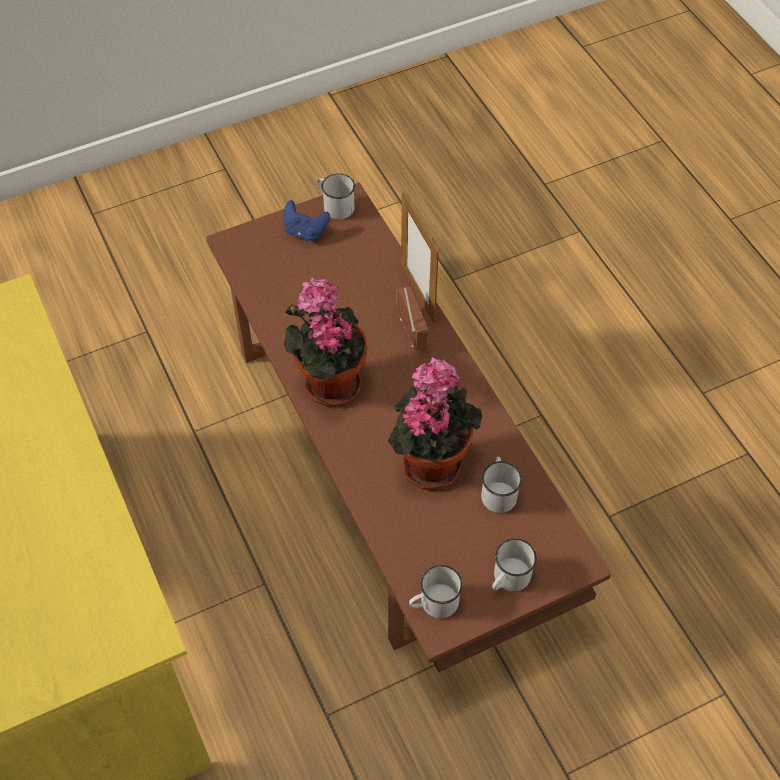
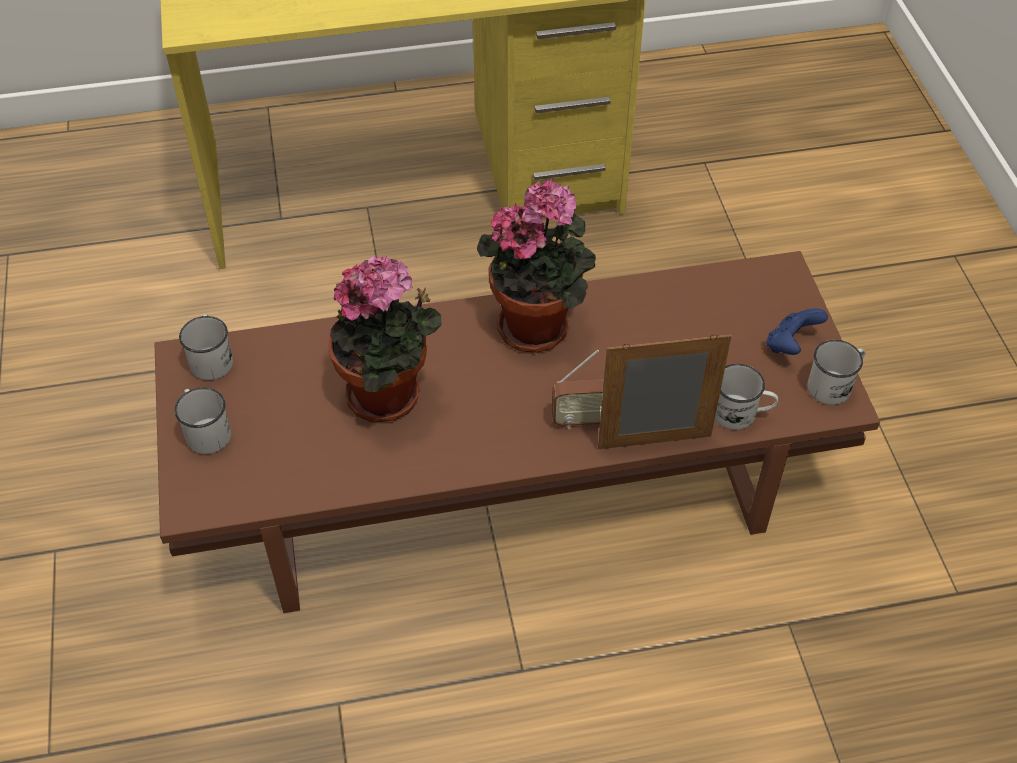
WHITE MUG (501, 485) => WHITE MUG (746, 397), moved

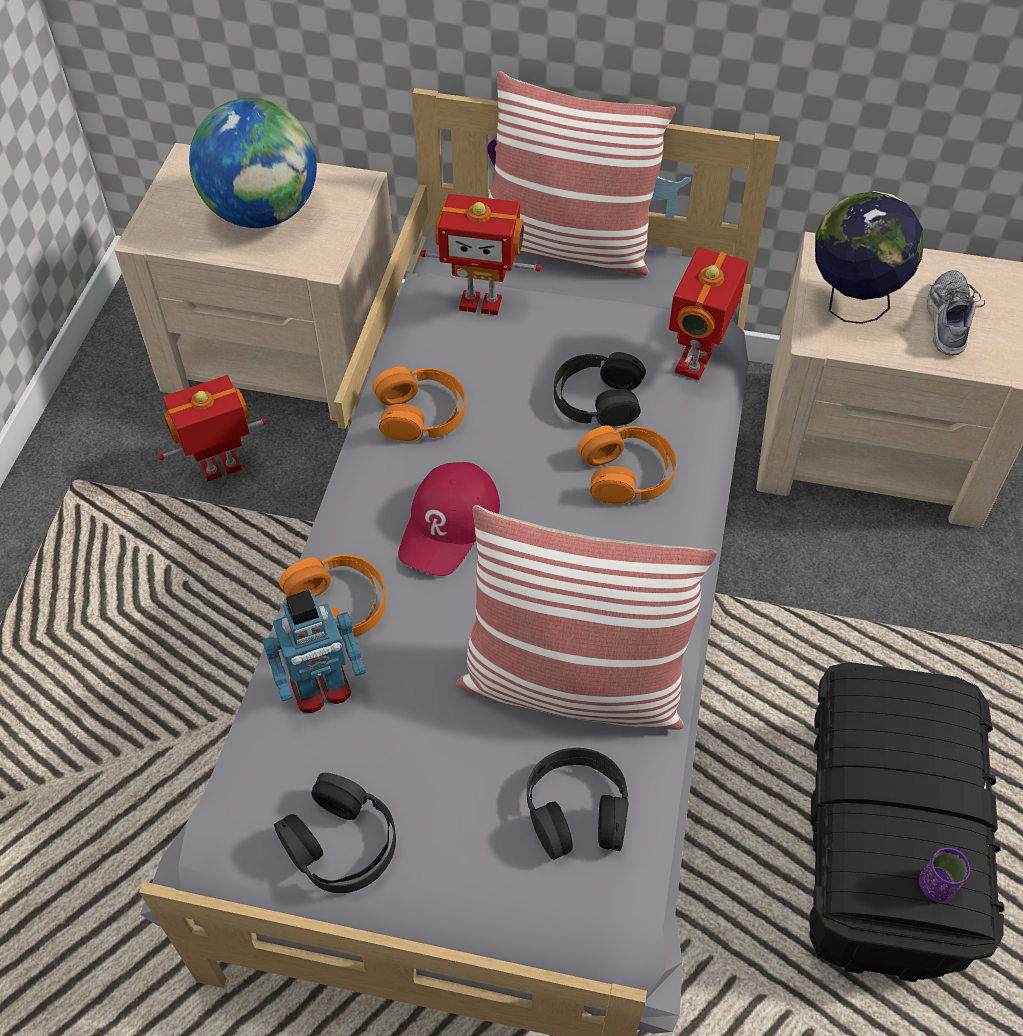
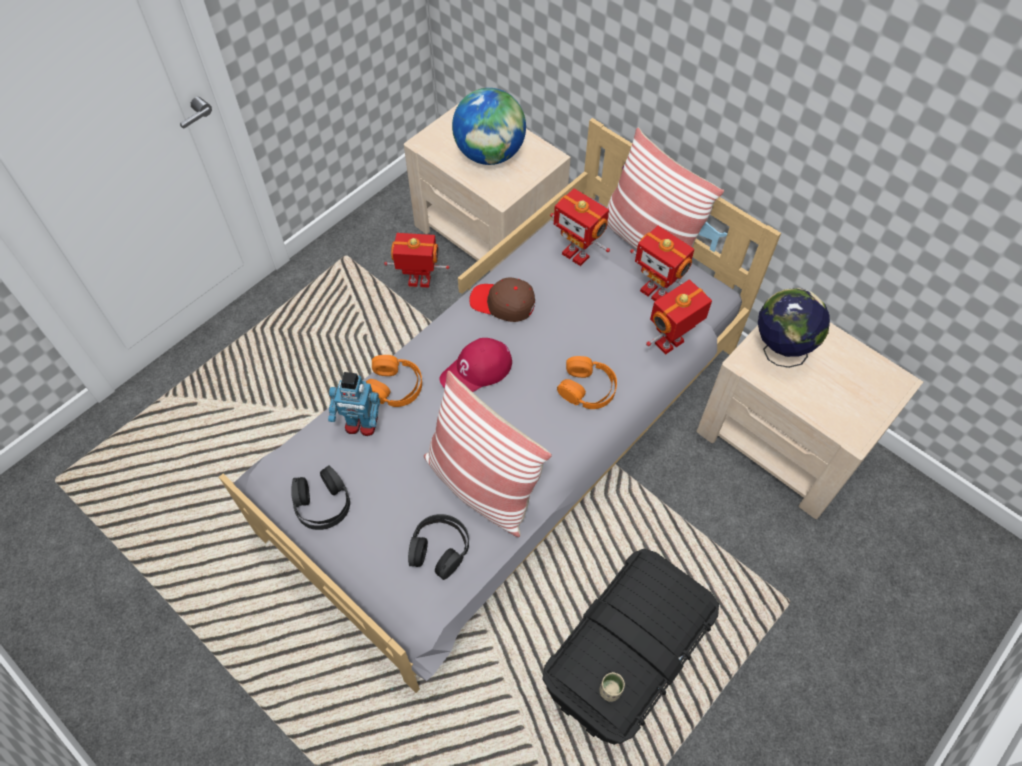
ORANGE HEADPHONES (419, 404) => BROWN CAP (502, 299)
BLACK HEADPHONES (600, 389) => nothing
PURPLE CUP (944, 875) => BEIGE CUP (612, 687)
SHOE (955, 313) => nothing
nothing => TOY ROBOT (662, 263)

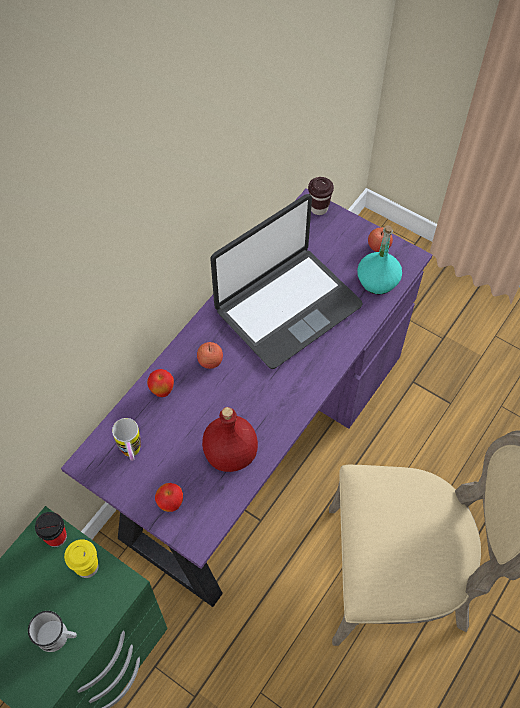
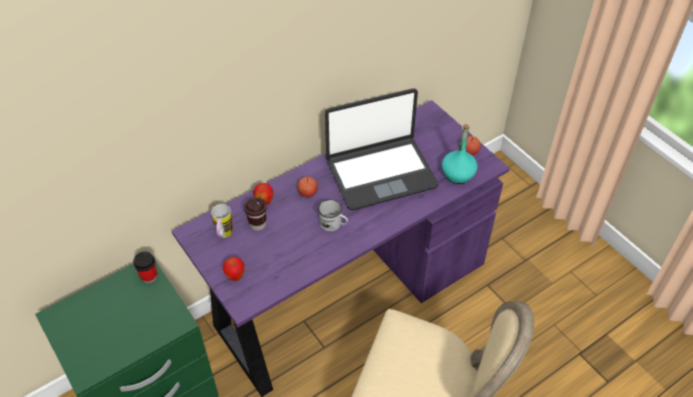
WHITE MUG (52, 631) => WHITE MUG (333, 215), moved
YELLOW CUP (81, 558) => nothing
RED BOTTLE (230, 439) => nothing
BROWN CUP (321, 196) => BROWN CUP (255, 214), moved

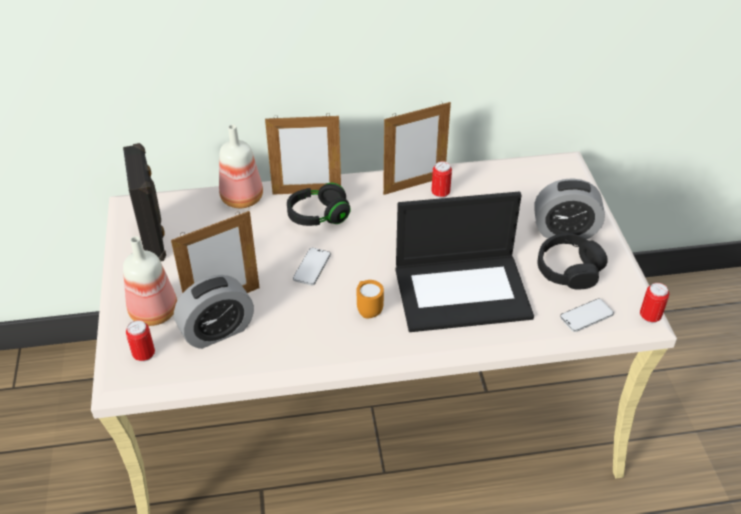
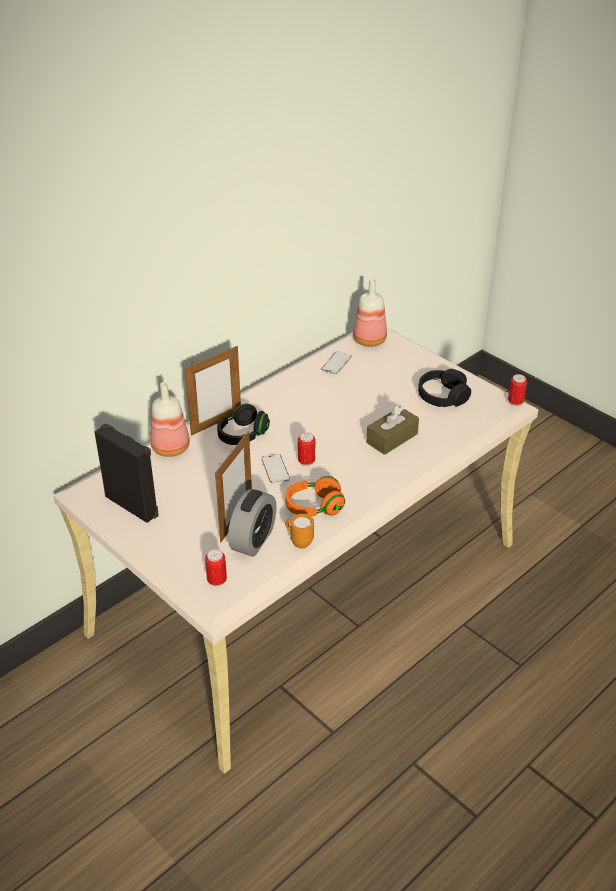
BOTTLE (150, 281) => BOTTLE (370, 313), moved
ORANGE MUG (370, 299) => ORANGE MUG (299, 531), moved
PICTURE FRAME (417, 148) => nothing
LAPTOP (465, 262) => BROWN TISSUE BOX (392, 430)
CAN (441, 180) => CAN (306, 449), moved
ALARM CLOCK (569, 208) => nothing
PHONE (587, 315) => PHONE (336, 363), moved
nothing => ORANGE HEADPHONES (315, 496)

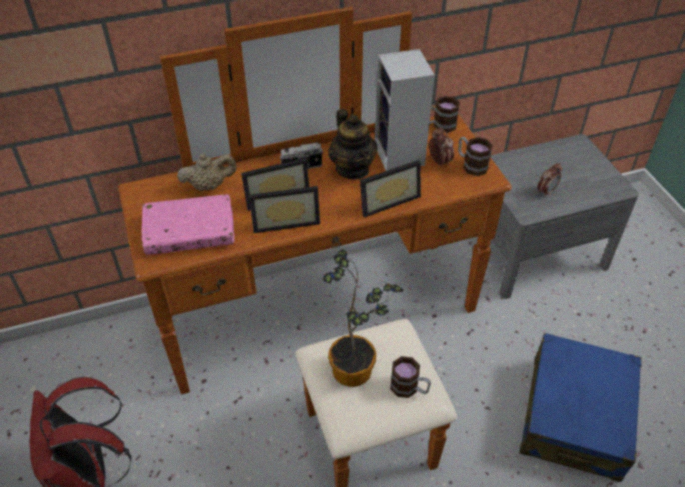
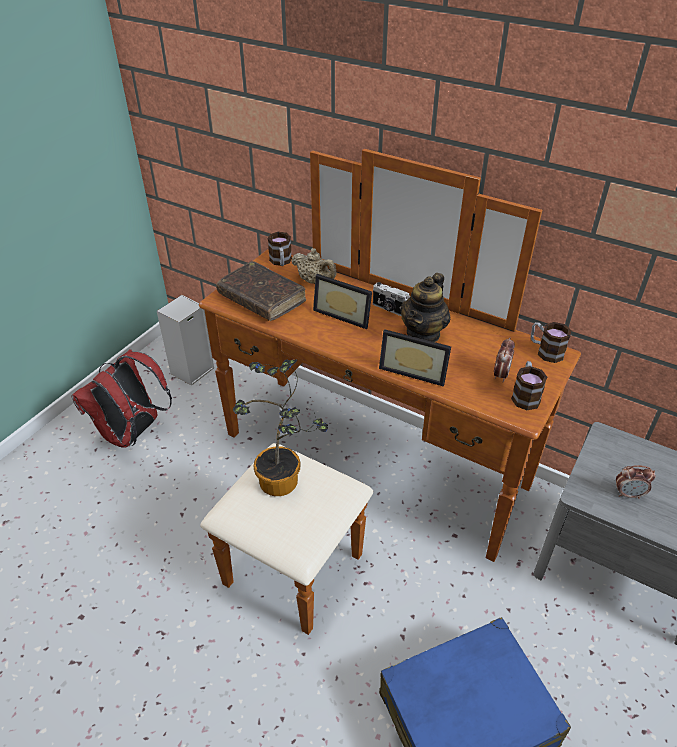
PINK BOOK (188, 224) => BROWN BOOK (261, 291)
PICTURE FRAME (284, 209) => nothing
SPEAKER (405, 110) => SPEAKER (185, 340), moved
MUG (410, 377) => MUG (280, 249), moved

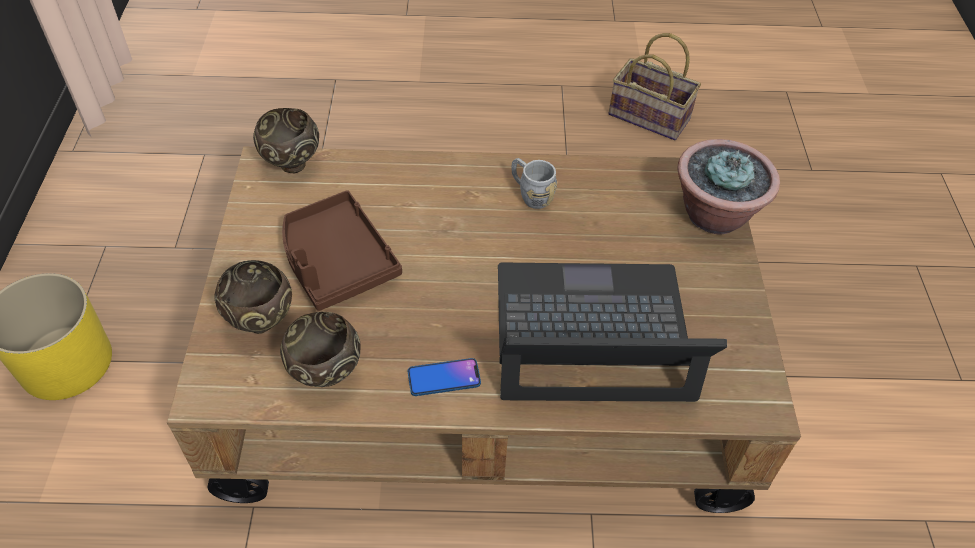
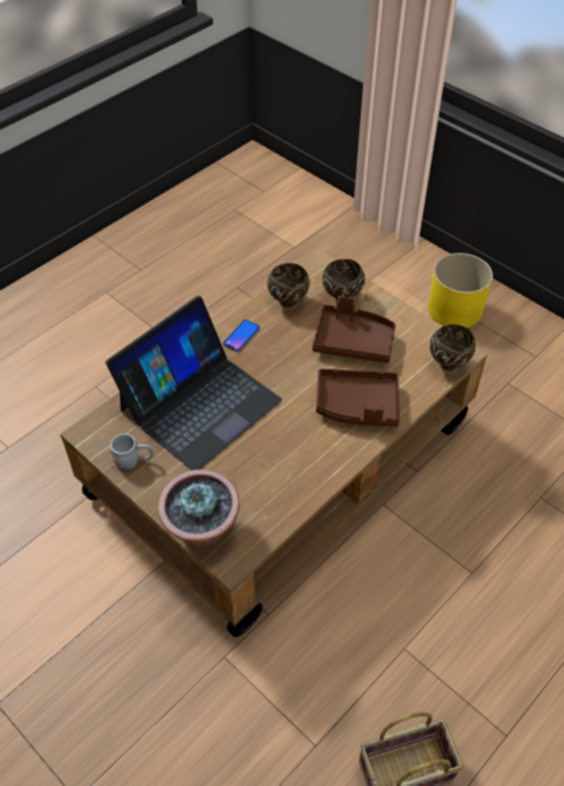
GREY MUG (534, 183) => GREY MUG (131, 452), moved
nothing => BROWN TRAY (358, 398)

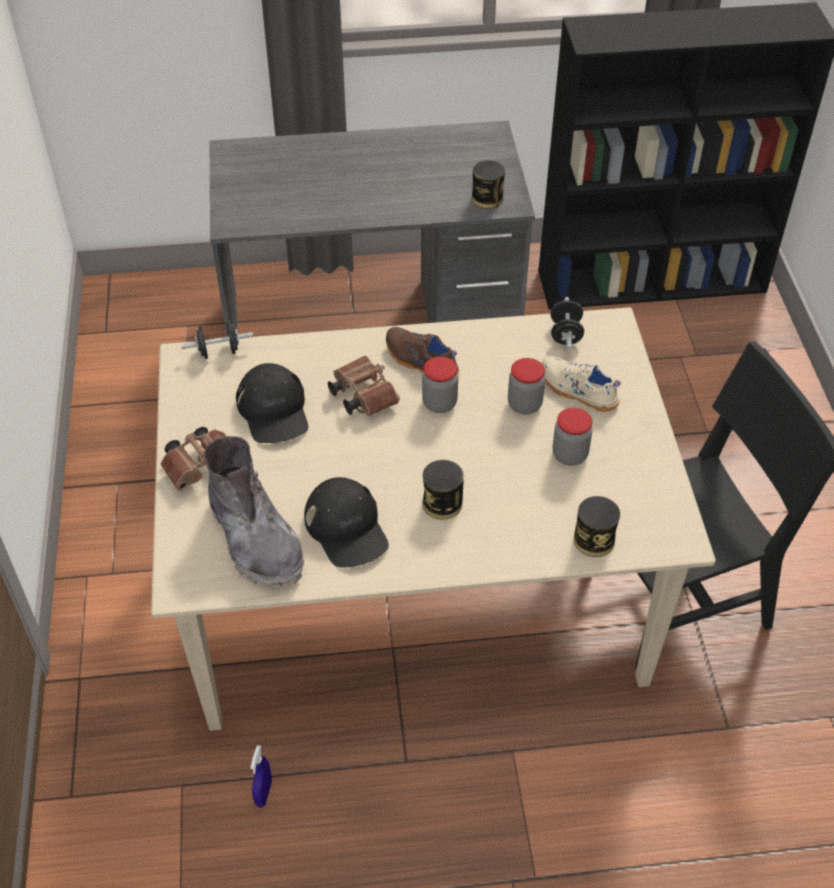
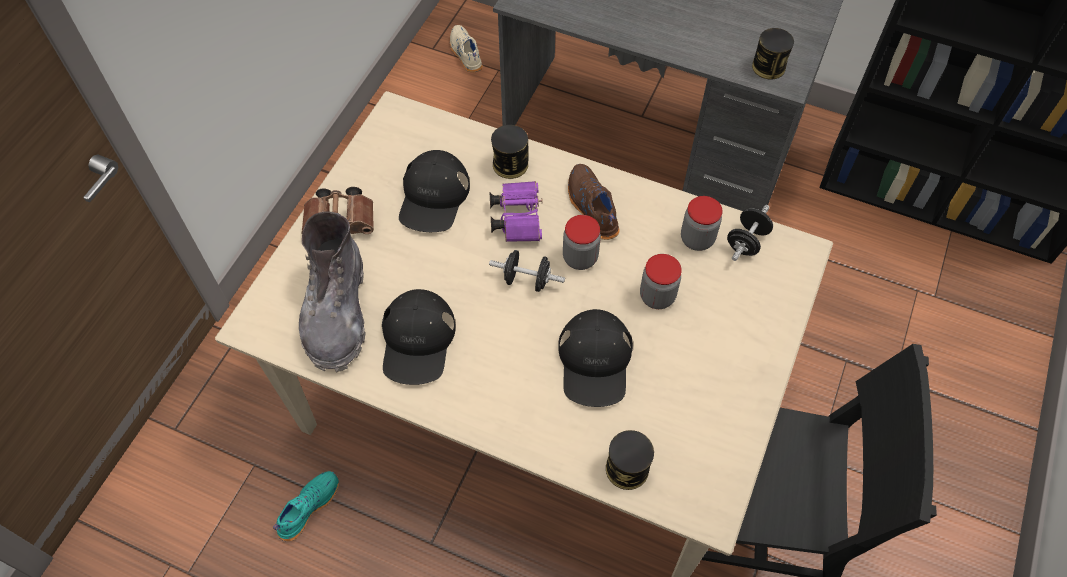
BLACK DUMBBELL (217, 340) => BLACK DUMBBELL (527, 271), moved
BLUE SPRAY BOTTLE (261, 776) => TURQUOISE SHOE (306, 506)
BROWN BINOCULARS (364, 385) => PURPLE BINOCULARS (516, 211)
CAN (443, 489) => CAN (510, 152), moved
BEIGE SHOE (581, 384) => BEIGE SHOE (466, 48), moved
JAR (573, 437) => JAR (702, 223), moved
nothing => BLACK CAP (595, 358)

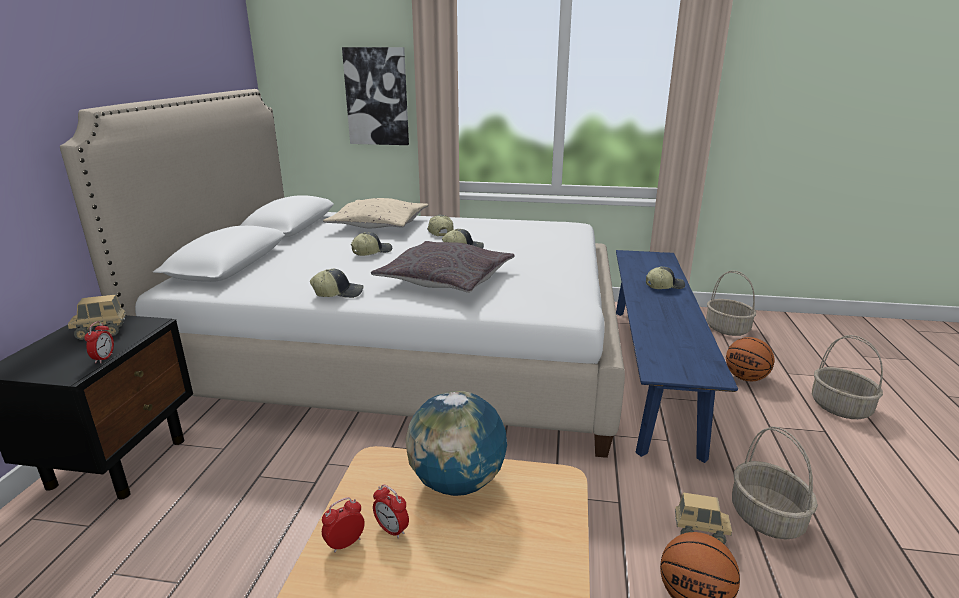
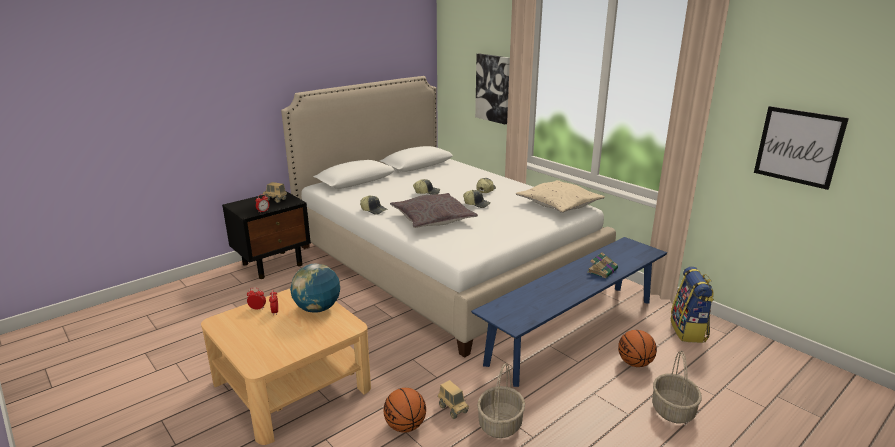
BEIGE PILLOW (375, 213) => BEIGE PILLOW (560, 196), moved
CAP (665, 277) => BOOK (602, 265)
BASKET (731, 303) => BACKPACK (692, 305)
nothing => PICTURE (801, 148)

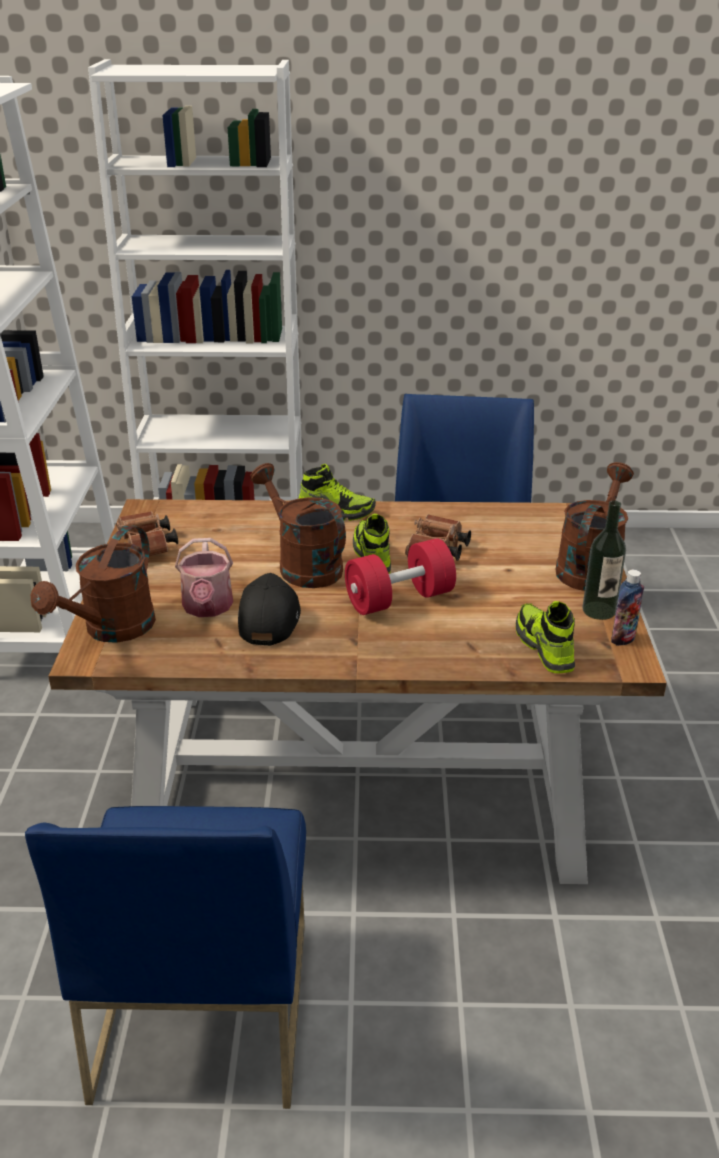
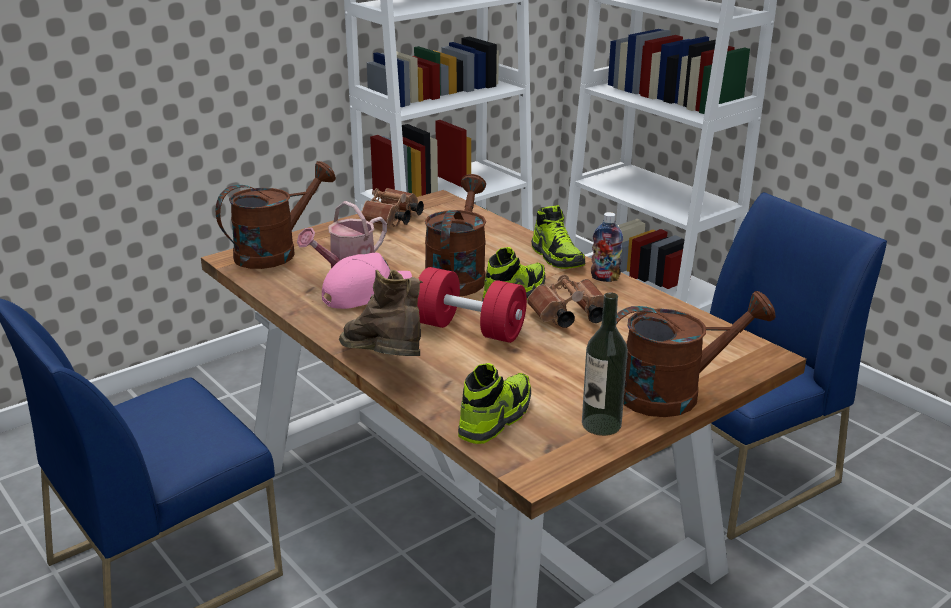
BROWN WATERING CAN (93, 583) => BROWN WATERING CAN (276, 215), 150 degrees clockwise
BLACK CAP (269, 609) => PINK CAP (367, 281)
BOTTLE (627, 608) => BOTTLE (607, 247), moved
nothing => BROWN BOOT (381, 313)

